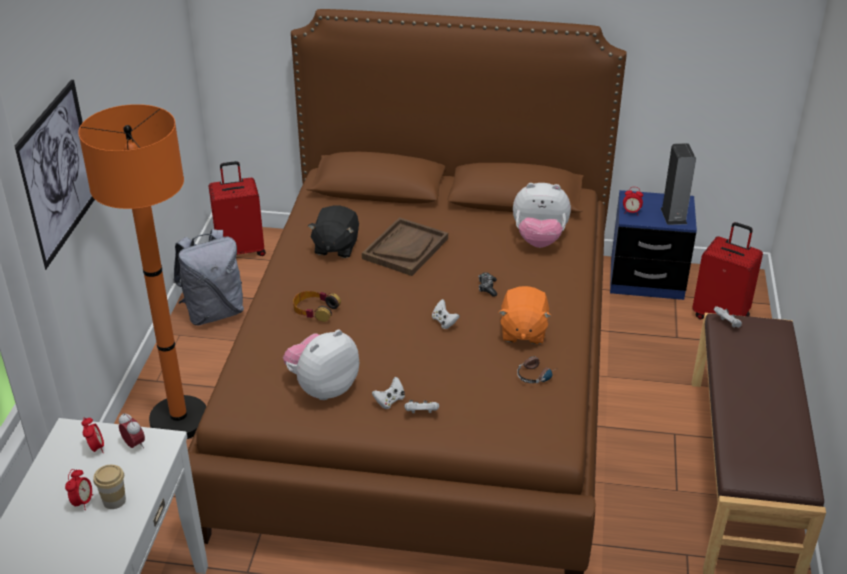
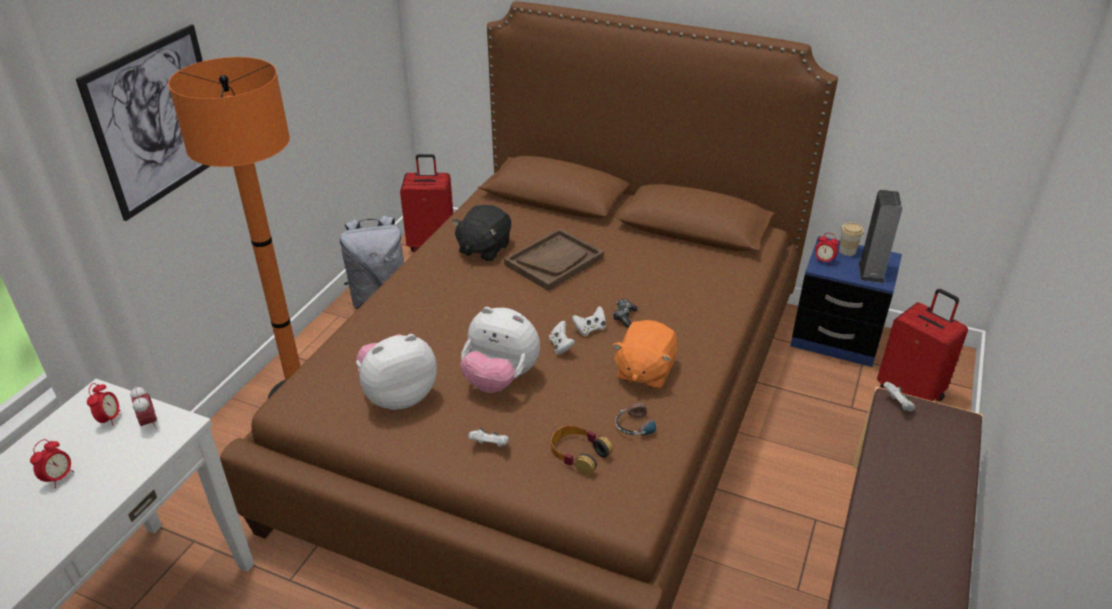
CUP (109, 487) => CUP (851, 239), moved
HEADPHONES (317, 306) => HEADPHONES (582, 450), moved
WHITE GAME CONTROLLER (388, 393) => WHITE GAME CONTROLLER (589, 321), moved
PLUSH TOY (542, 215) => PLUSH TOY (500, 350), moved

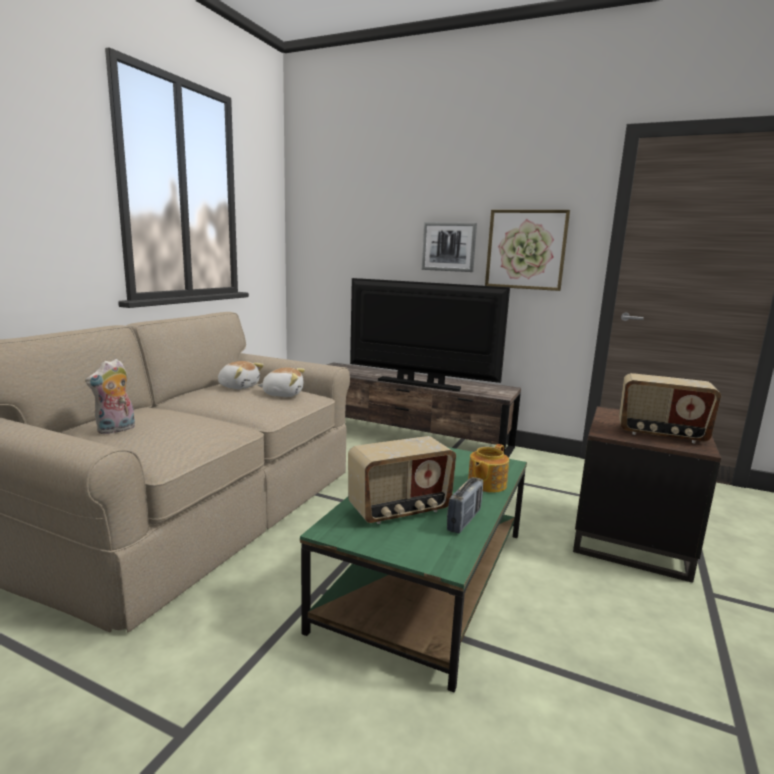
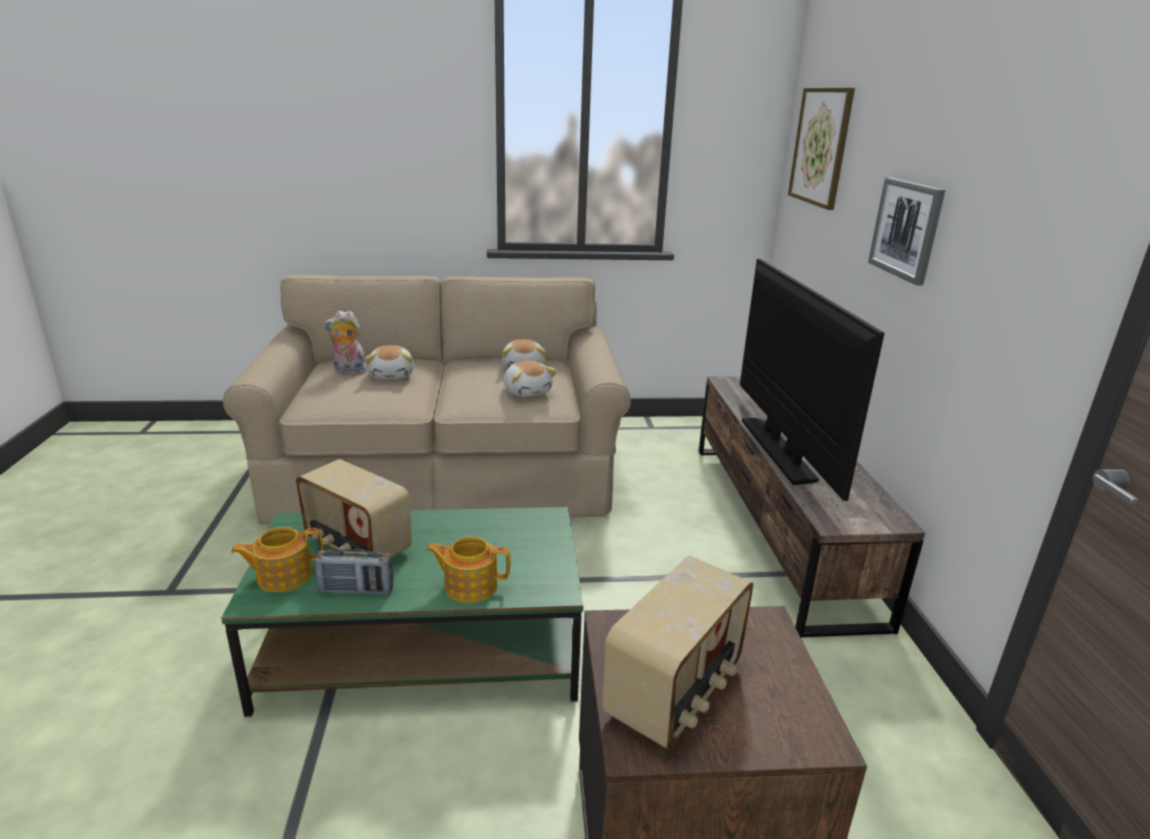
PICTURE (527, 250) => PICTURE (821, 149), moved
RADIO (670, 408) => RADIO (677, 653), 135 degrees counterclockwise
nothing => TEAPOT (277, 559)
nothing => PLUSH TOY (389, 362)

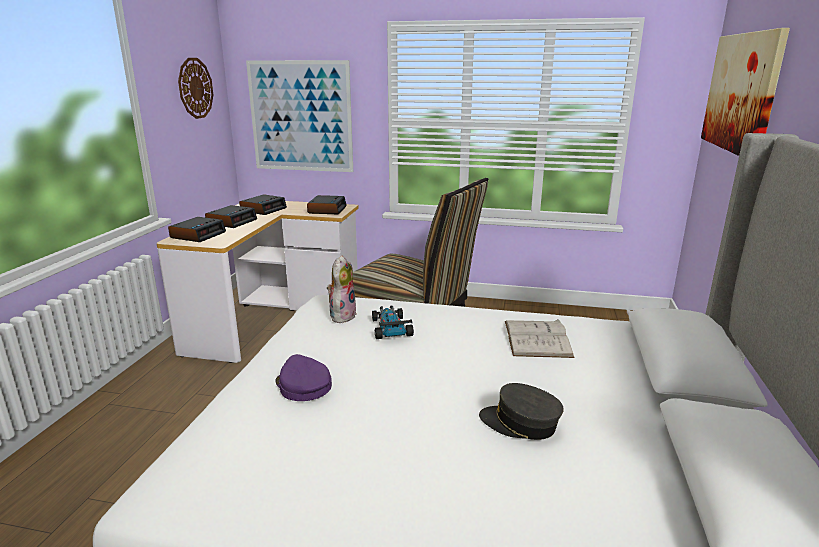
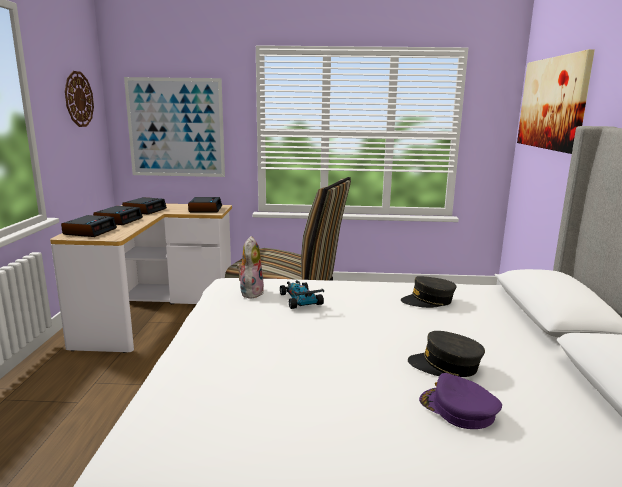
PURPLE CAP (303, 377) => PURPLE CAP (460, 401), moved
WHITE BOOK (539, 338) => GREY CAP (429, 292)

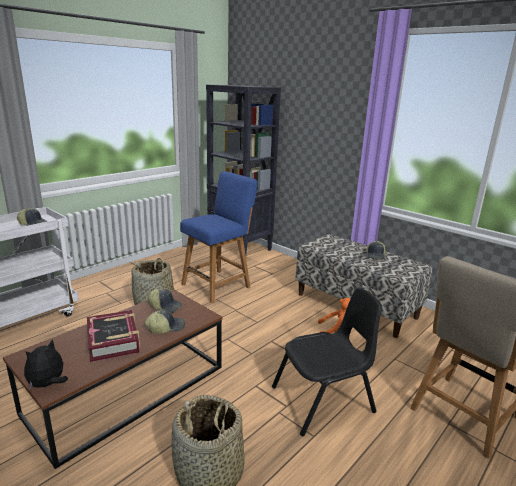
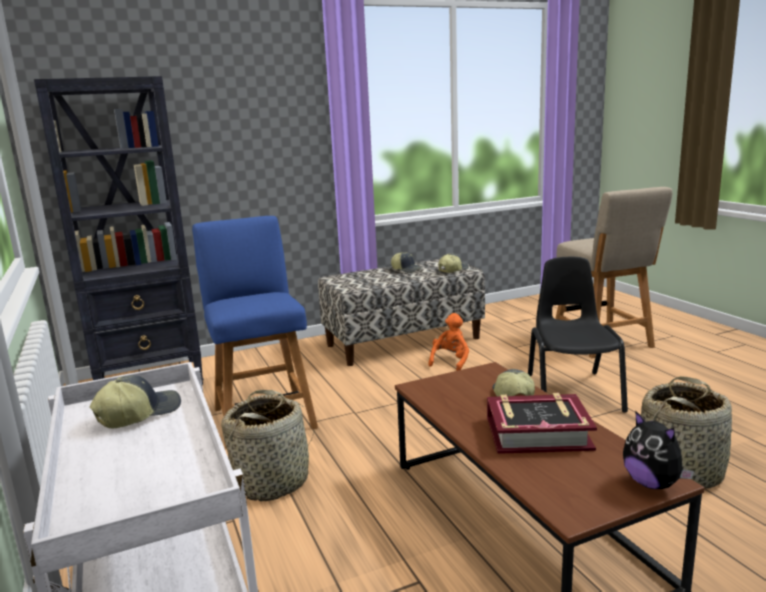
CAP (165, 300) => CAP (454, 263), moved

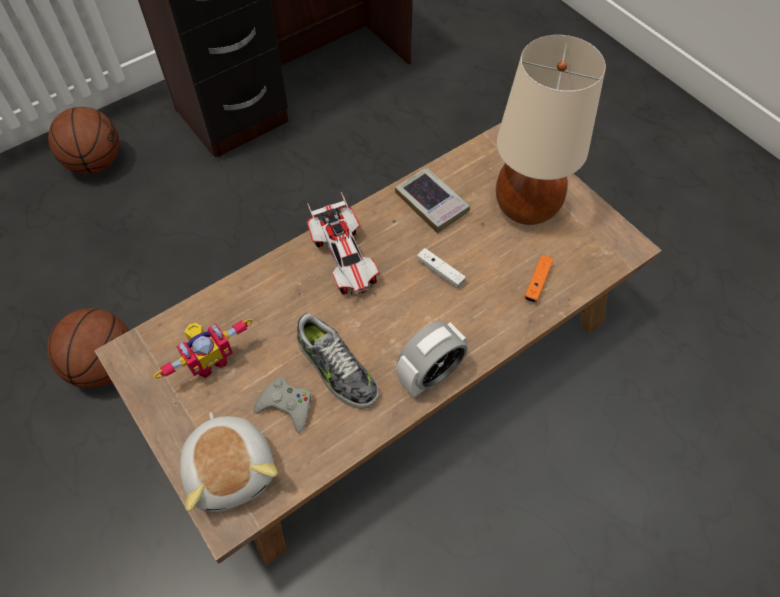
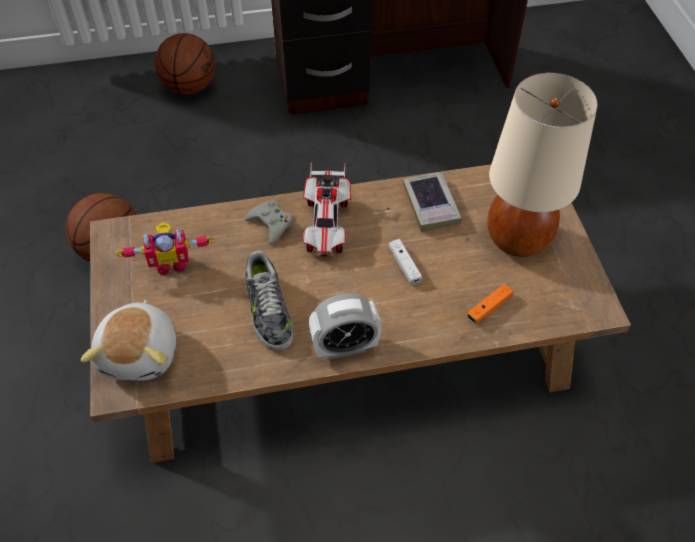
GREY GAME CONTROLLER (283, 405) => GREY GAME CONTROLLER (269, 222), moved

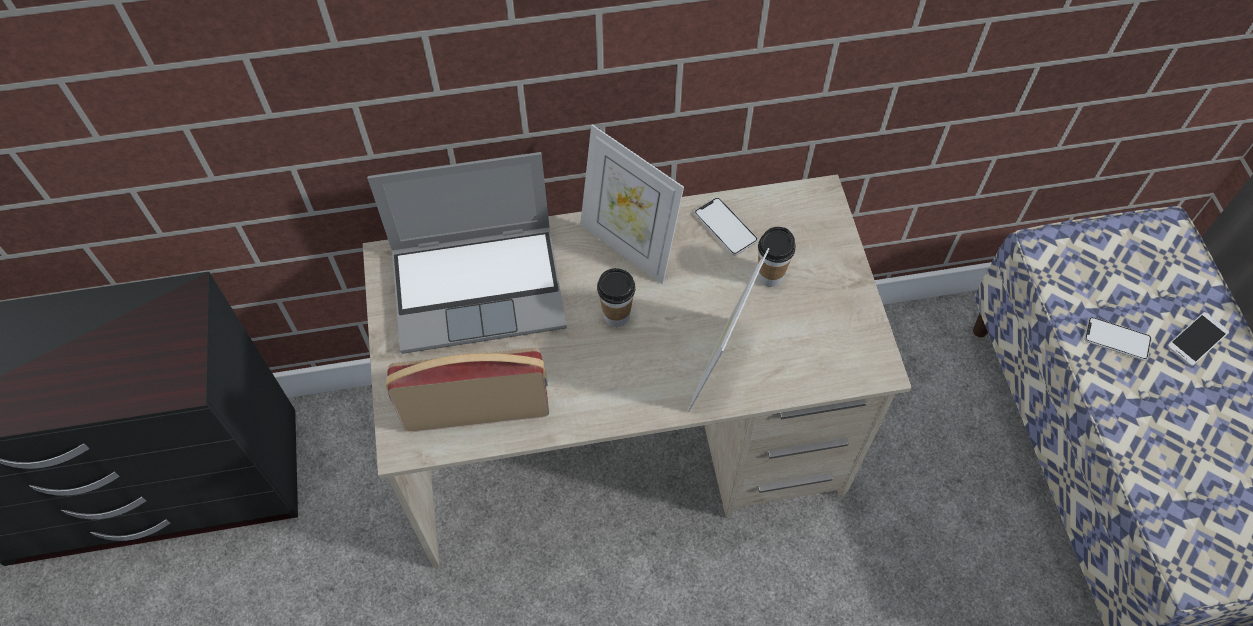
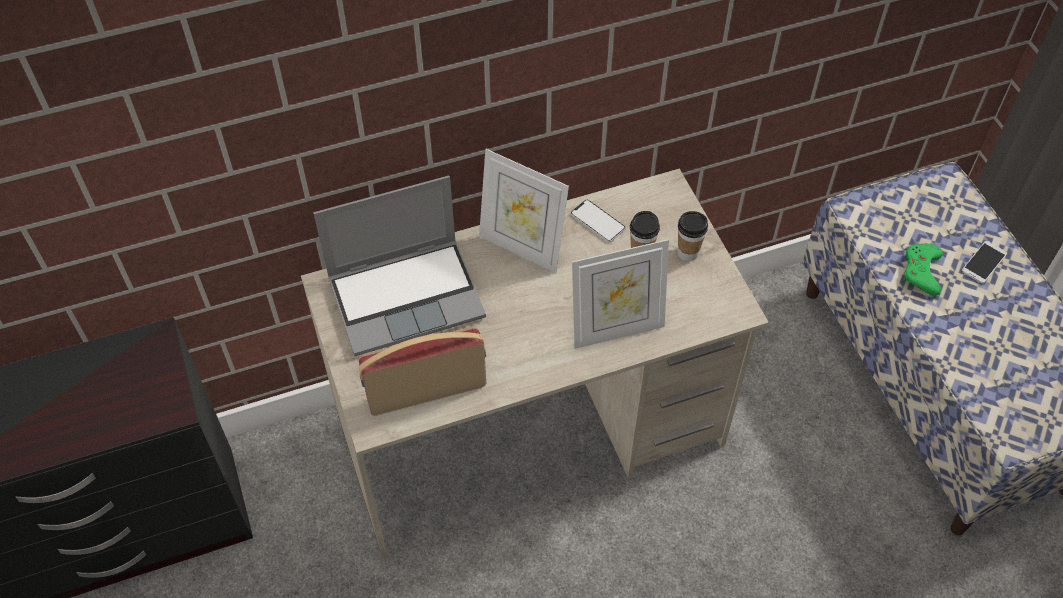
CUP (616, 297) => CUP (693, 236), moved
PICTURE FRAME (729, 330) => PICTURE FRAME (620, 294), 120 degrees counterclockwise
PHONE (1118, 339) => GREEN GAME CONTROLLER (923, 270)

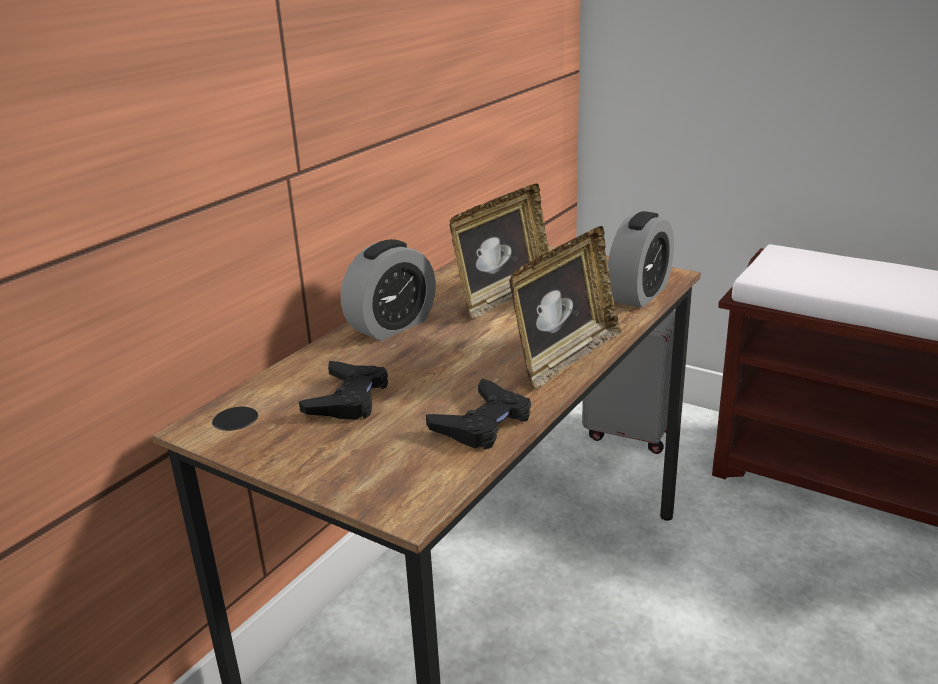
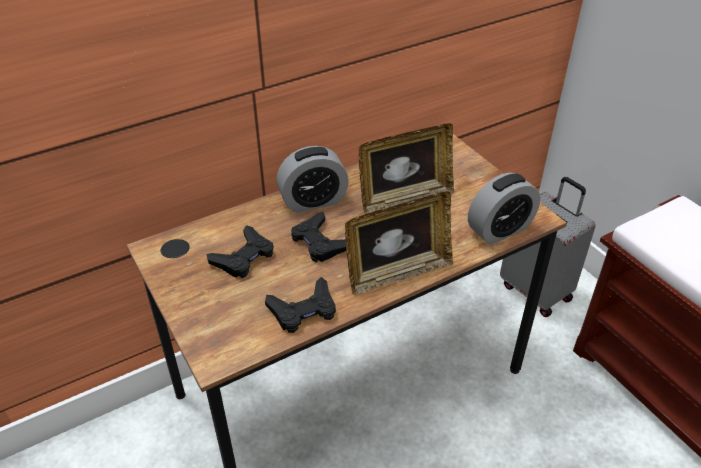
nothing => BLACK GAME CONTROLLER (319, 237)

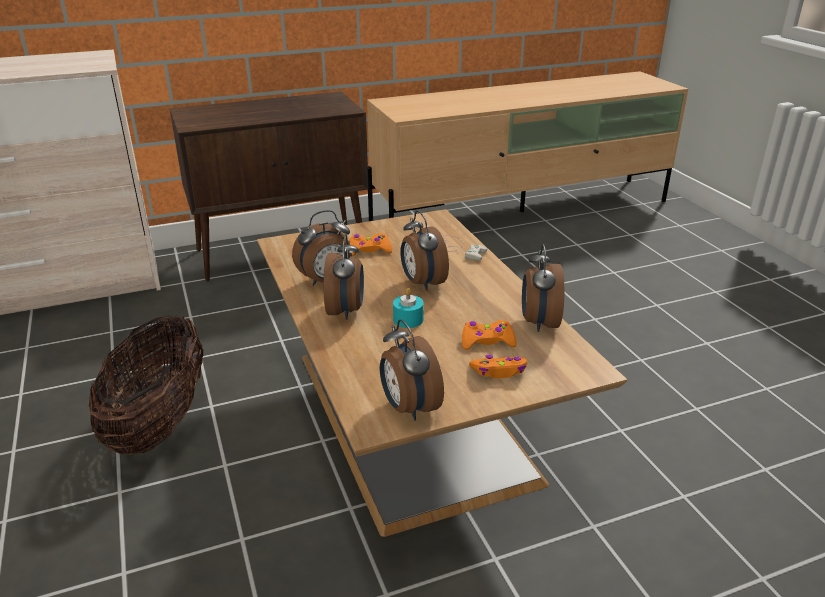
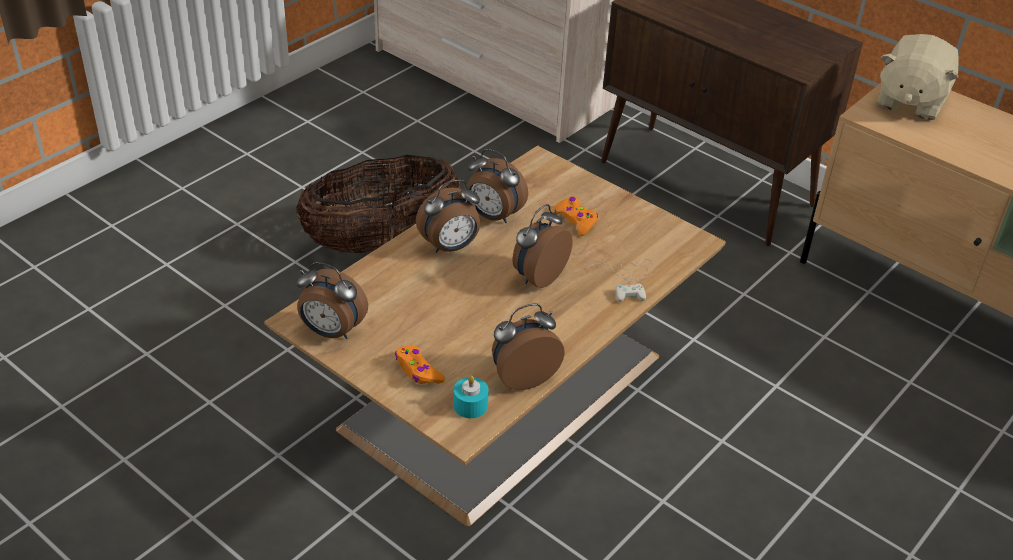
ALARM CLOCK (412, 370) => ALARM CLOCK (332, 300), 105 degrees counterclockwise
TURQUOISE CANDLE (408, 308) => TURQUOISE CANDLE (471, 397), moved
ORANGE GAME CONTROLLER (489, 335) => nothing
nothing => BEIGE PLUSH TOY (918, 77)

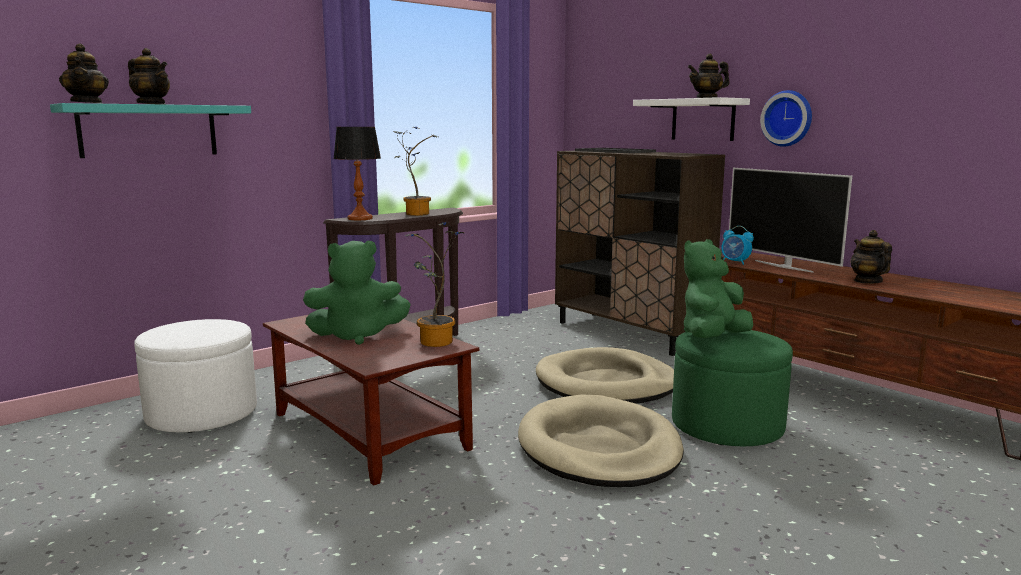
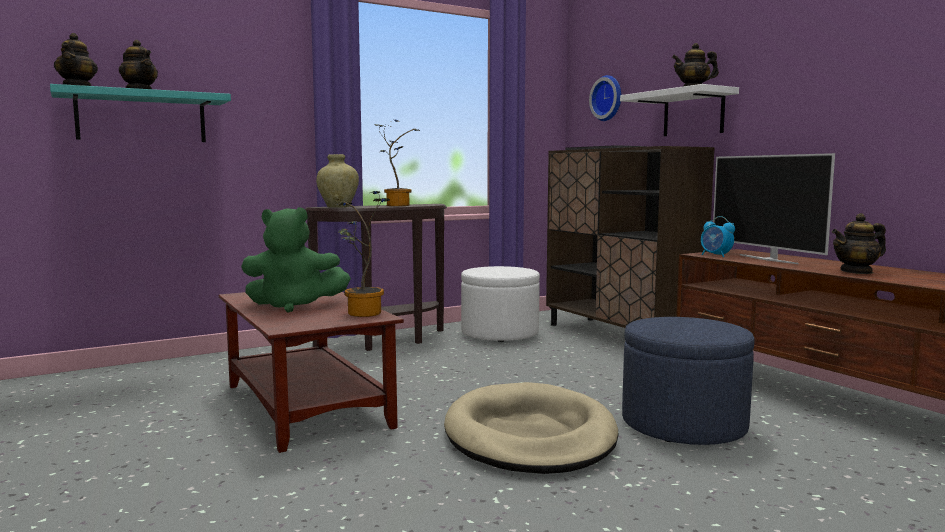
WHITE OTTOMAN (195, 376) => WHITE OTTOMAN (500, 304), moved
TABLE LAMP (357, 173) => BEIGE VASE (337, 181)
BEIGE DOG BED (605, 375) => nothing
GREEN OTTOMAN (732, 388) => BLUE OTTOMAN (688, 381)
GREEN PLUSH TOY (718, 288) => nothing
WALL CLOCK (786, 118) => WALL CLOCK (605, 98), moved
TEAPOT (871, 257) => TEAPOT (859, 243), 105 degrees counterclockwise

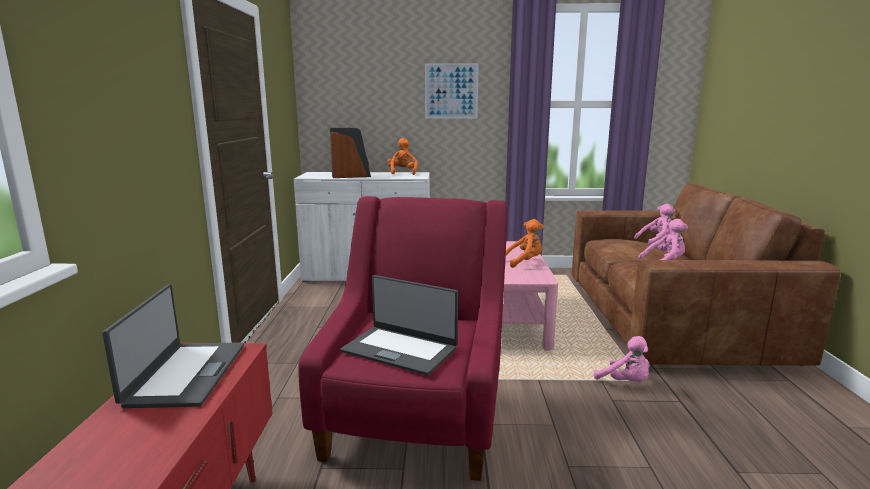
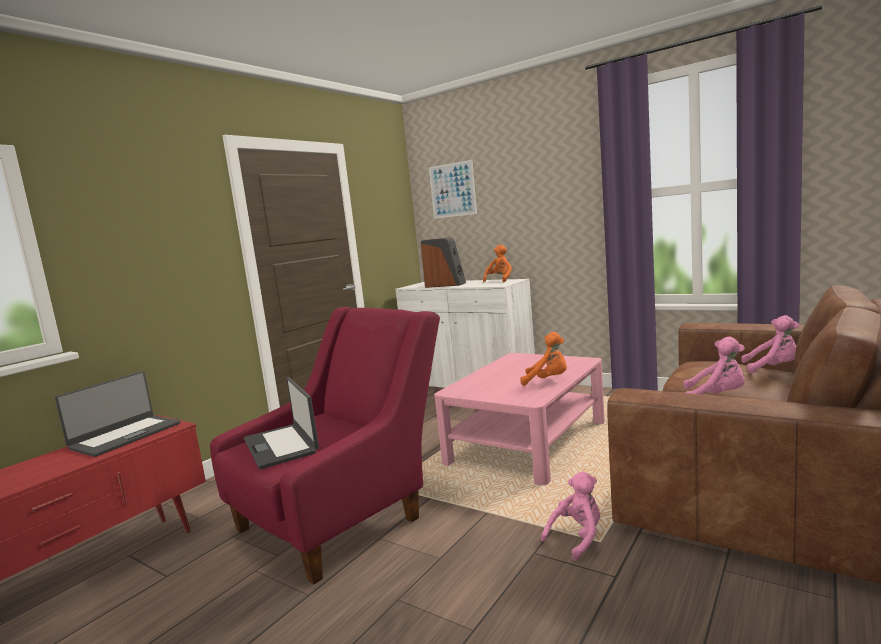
PICTURE (452, 91) => PICTURE (453, 189), moved
PINK PLUSH TOY (621, 359) => PINK PLUSH TOY (570, 516), 120 degrees counterclockwise

